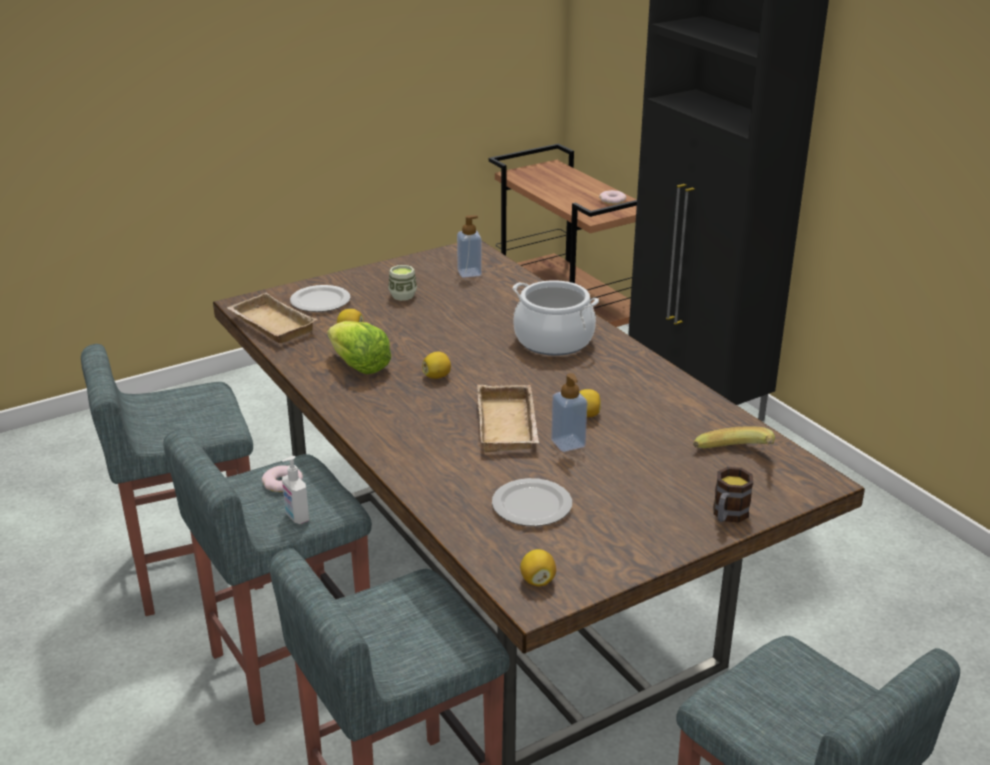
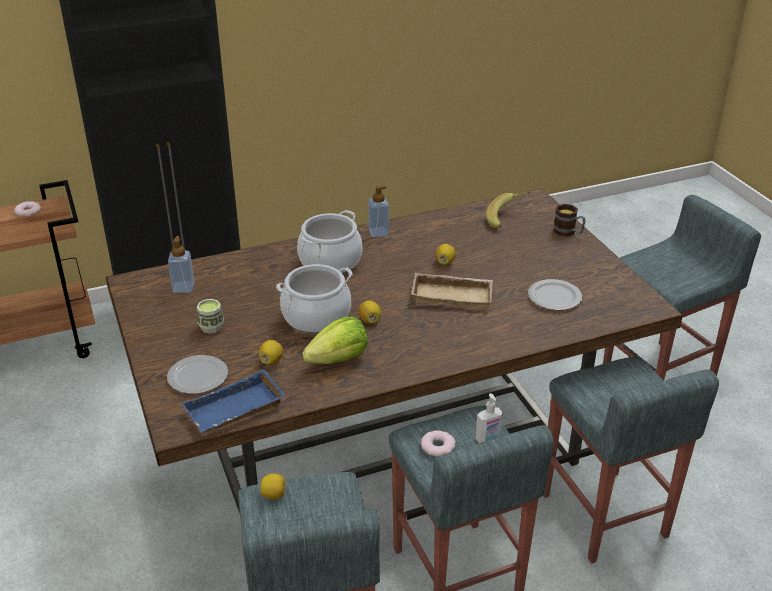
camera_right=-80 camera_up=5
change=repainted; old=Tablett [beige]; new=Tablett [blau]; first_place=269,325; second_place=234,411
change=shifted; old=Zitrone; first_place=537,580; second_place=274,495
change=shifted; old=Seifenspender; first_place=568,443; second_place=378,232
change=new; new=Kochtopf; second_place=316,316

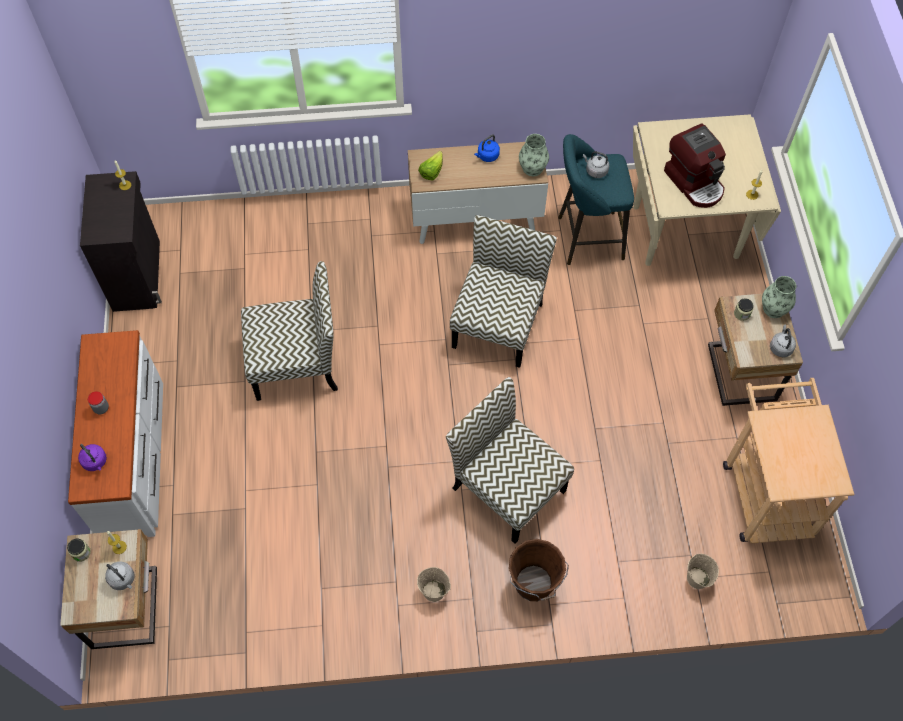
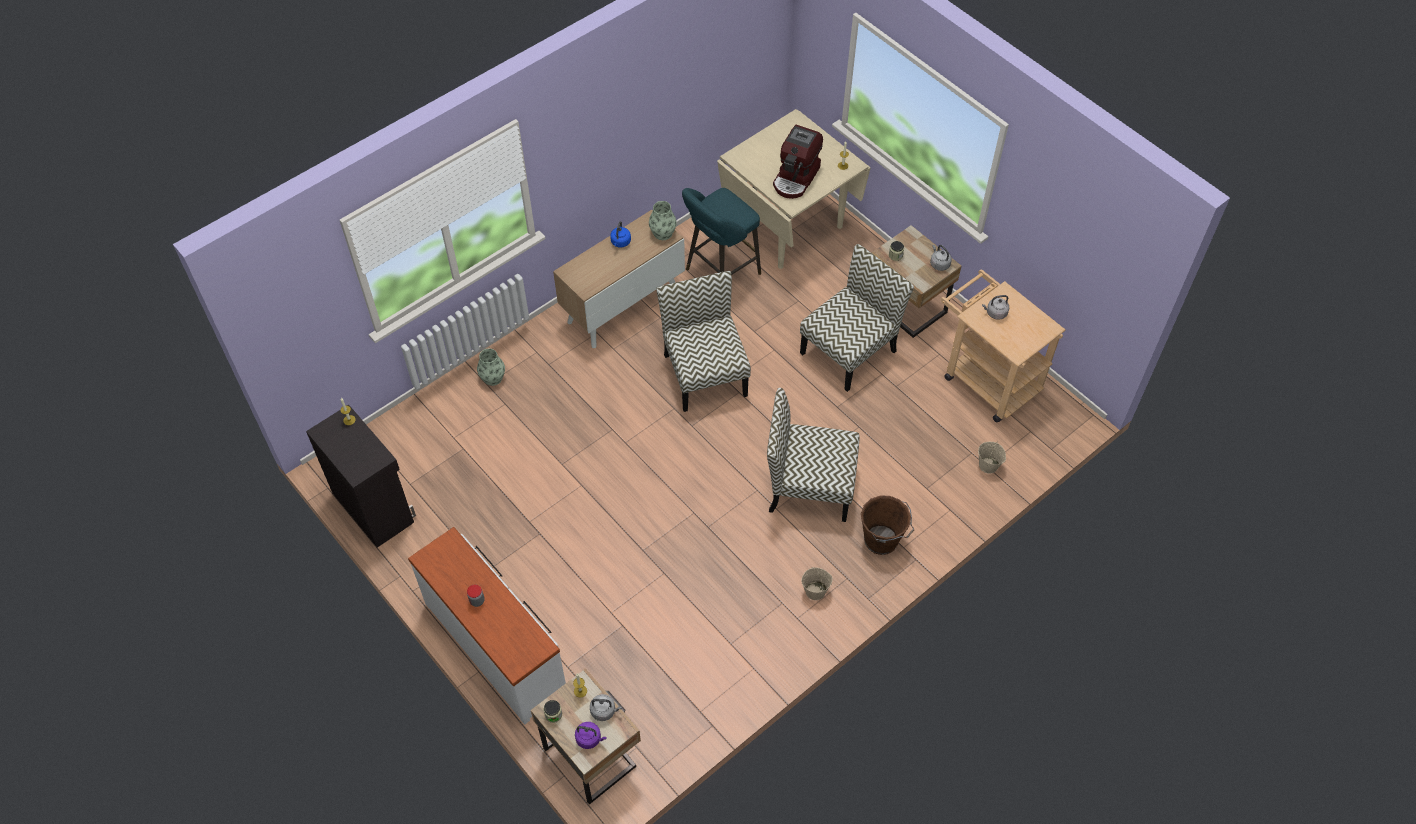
camera_right=-35 camera_up=-5
change=shifted; old=Wasserkessel [lila]; first_place=95,462; second_place=590,739
change=shifted; old=Stuhl; first_place=296,363; second_place=849,351
change=gone; old=Salatkopf; first_place=432,172
change=shifted; old=Wasserkessel [grau]; first_place=595,171; second_place=995,313
change=rotated; old=Kaffeemaschine; first_place=695,182; second_place=796,178; degrees=90
change=shifted; old=Vase; first_place=774,308; second_place=493,378

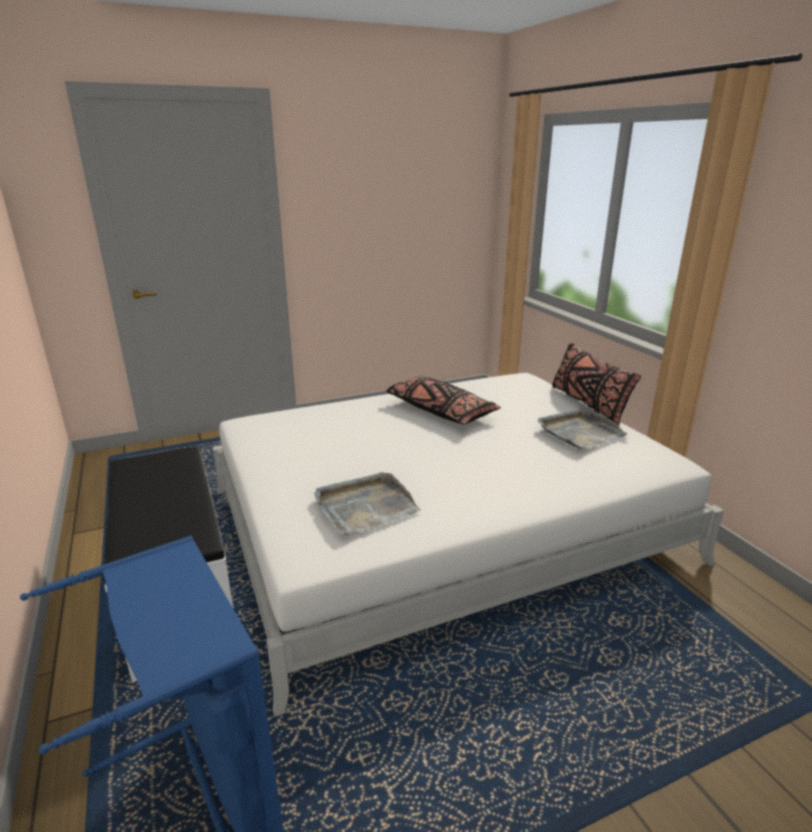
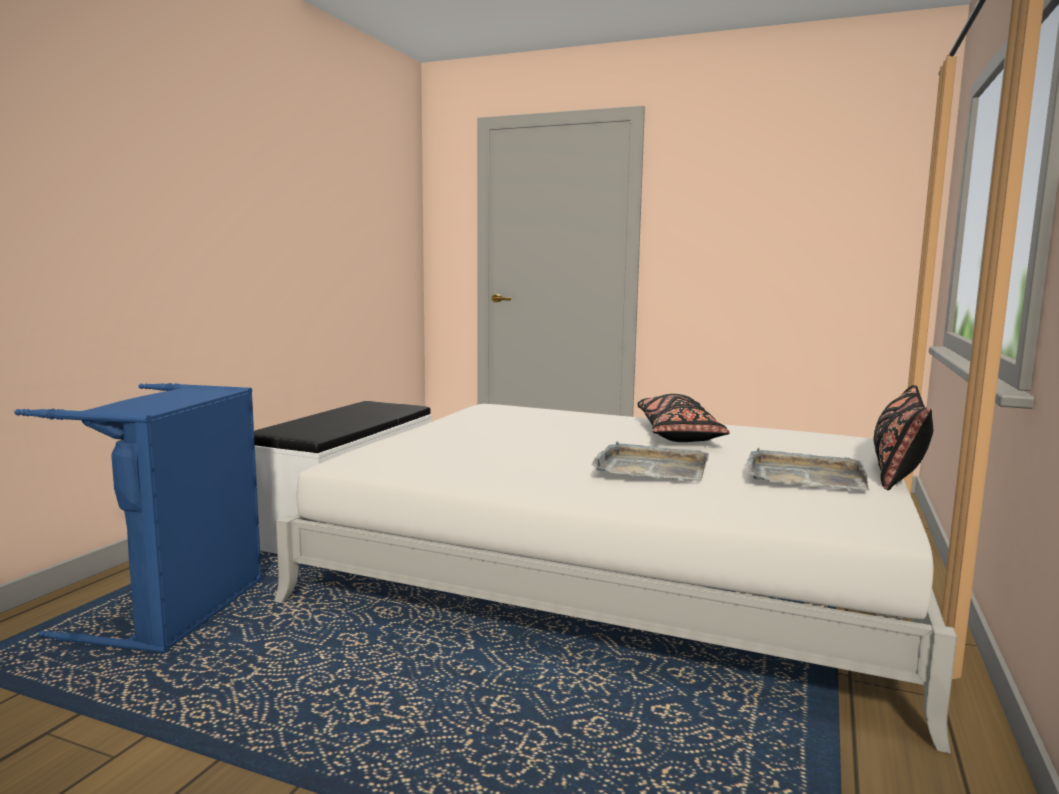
camera_right=45 camera_up=-15
change=shifted; old=Tablett [grau]; first_place=365,506; second_place=650,468

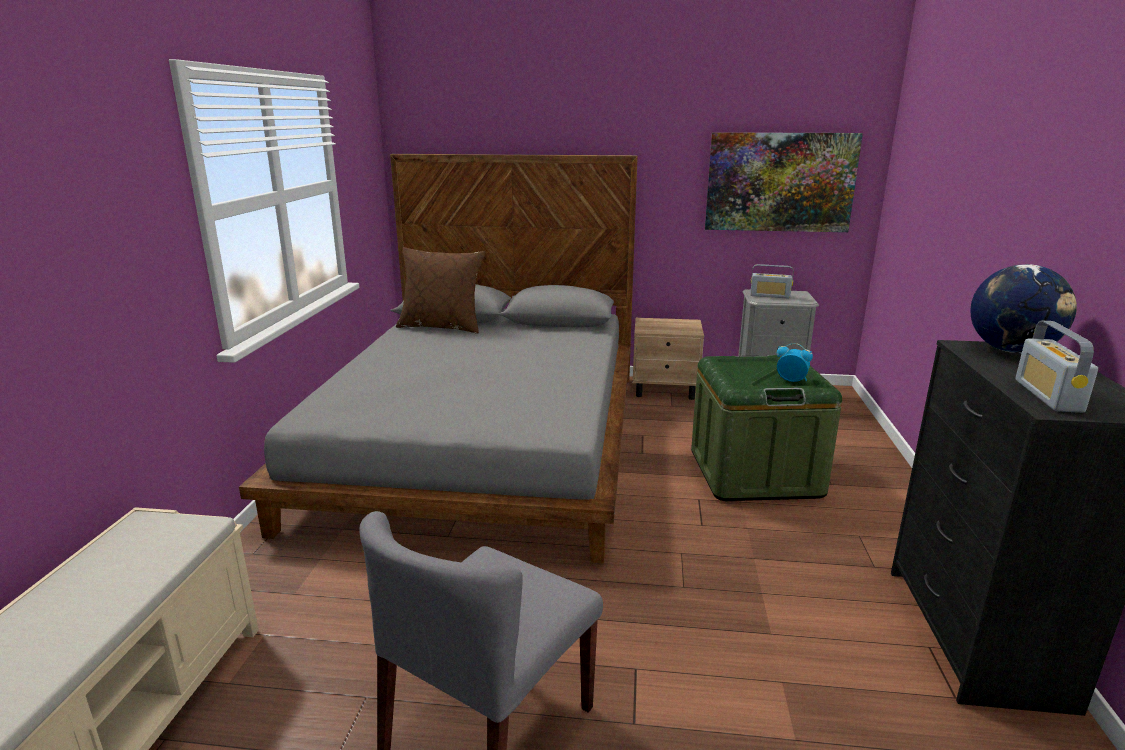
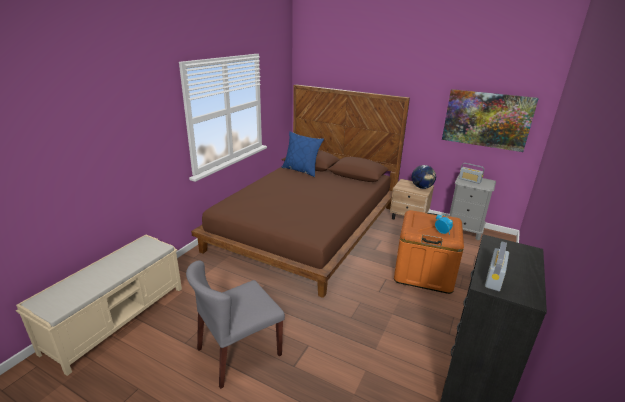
camera_right=20 camera_up=5
change=repainted; old=Bett [grau]; new=Bett [braun]; first_place=485,441; second_place=306,228
change=repainted; old=Kissen [braun]; new=Kissen [blau]; first_place=442,326; second_place=301,170
change=repainted; old=Aufbewahrungsbox [grün]; new=Aufbewahrungsbox [orange]; first_place=755,473; second_place=423,272
change=shifted; old=Globus; first_place=1011,350; second_place=422,187

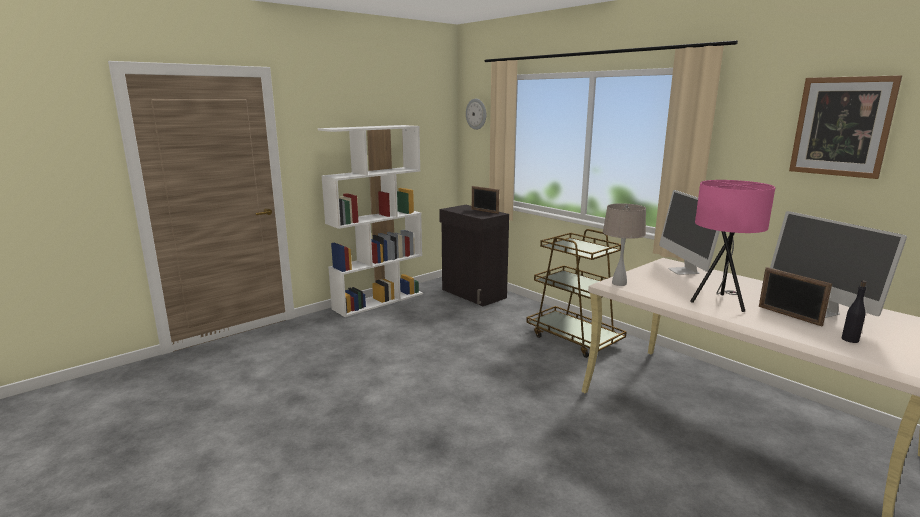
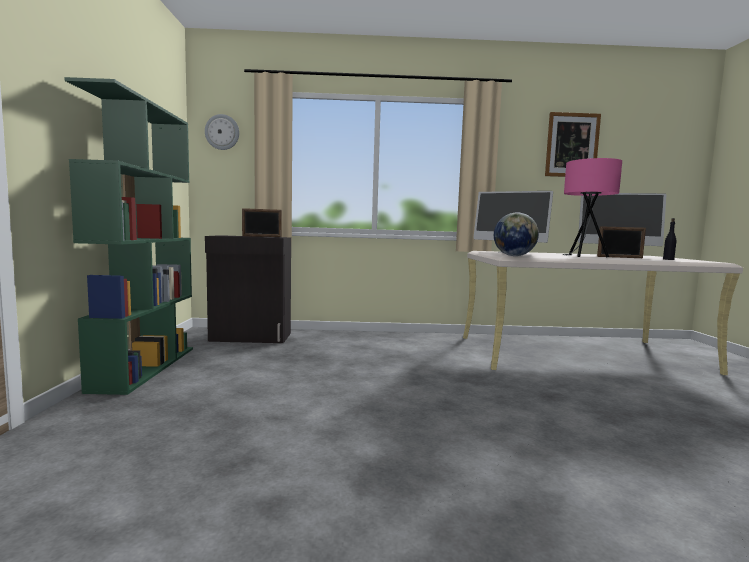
camera_right=-50 camera_up=-10
change=repainted; old=Bücherregal [weiß]; new=Bücherregal [grün]; first_place=379,301; second_place=145,367
change=gone; old=Rollwagen [braun]; first_place=574,338
change=swapped; old=Tischlampe [beige]; new=Globus; first_place=619,283; second_place=514,256

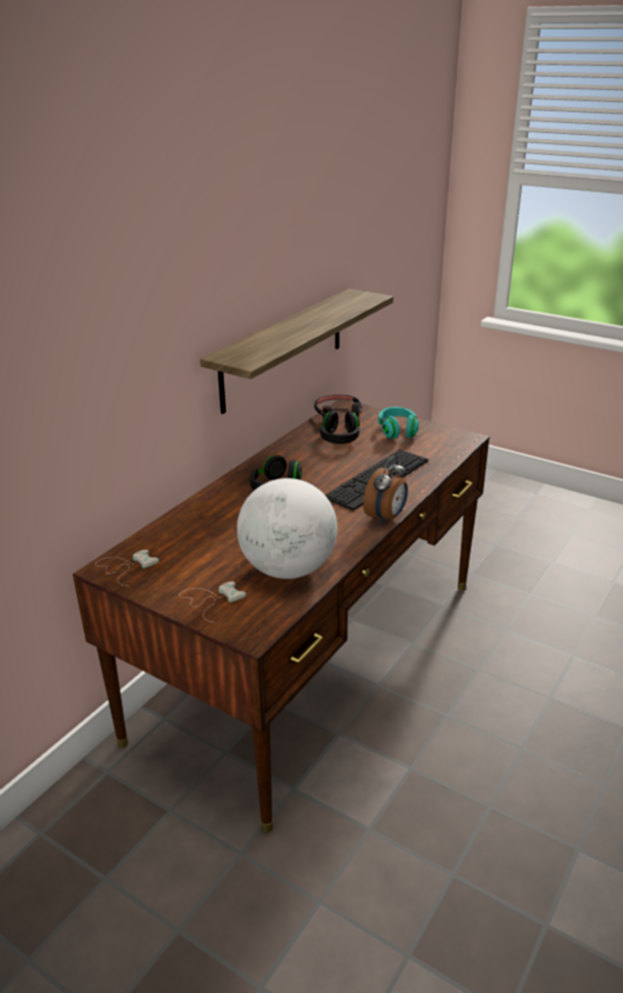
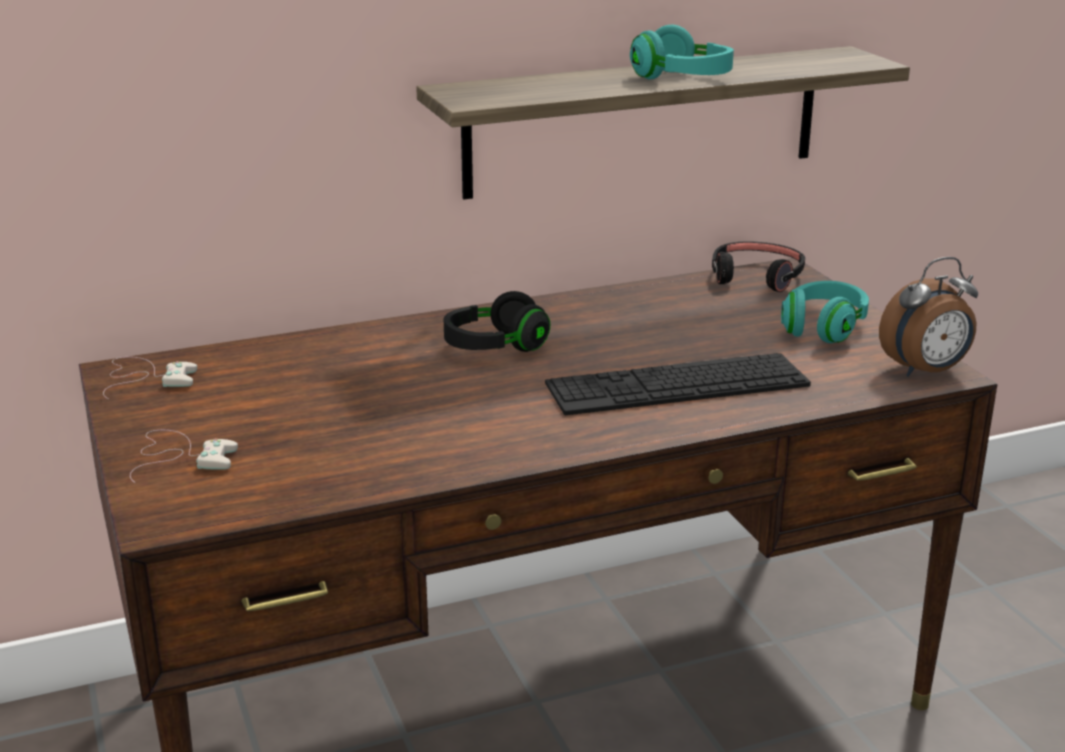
camera_right=35 camera_up=-5
change=gone; old=Globus; first_place=288,569
change=gone; old=Kopfhörer [schwarz]; first_place=340,439
change=shifted; old=Wecker; first_place=386,517; second_place=926,371
change=new; new=Kopfhörer [türkis]; second_place=682,79

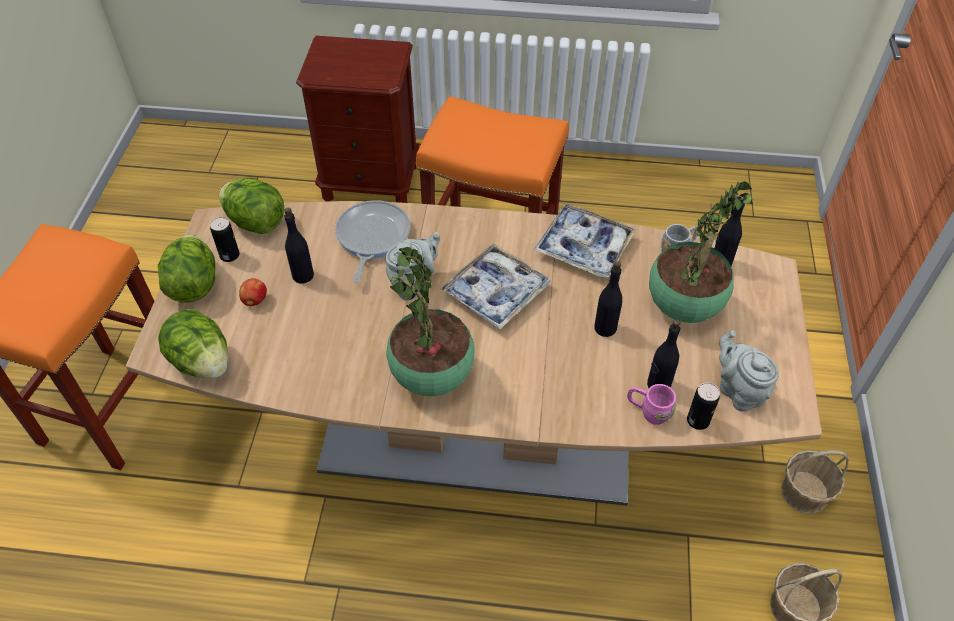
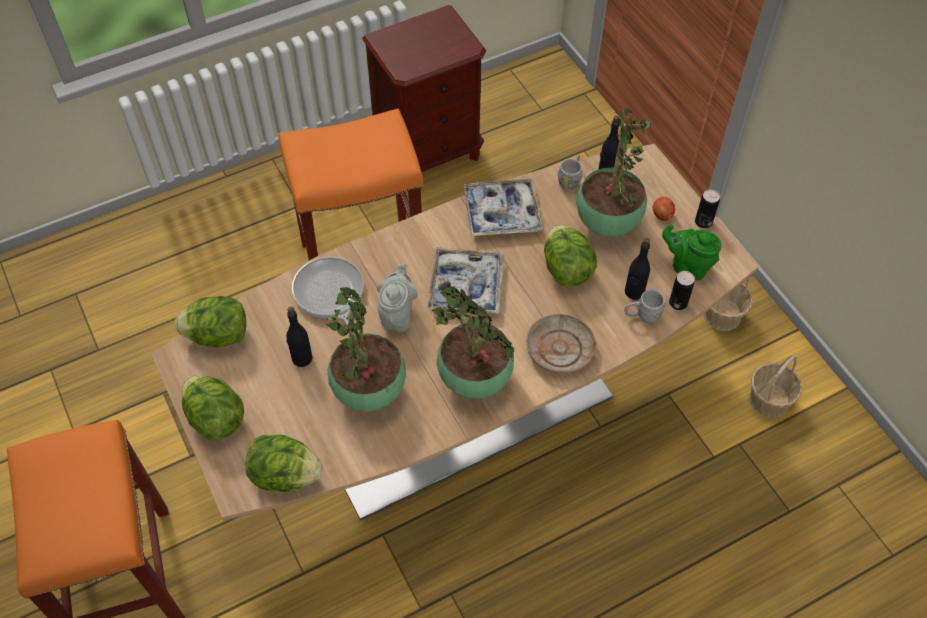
camera_right=-35 camera_up=5
change=shifted; old=Dose; first_place=229,255; second_place=703,222
change=shifted; old=Apfel; first_place=254,300; second_place=662,215
change=shifted; old=Nachttisch [braun]; first_place=370,182; second_place=429,152
change=swapped; old=Flasche [schwarz]; new=Salatkopf; first_place=605,328; second_place=566,269
change=repainted; old=Henkelbecher [rosa]; new=Henkelbecher [grau]; first_place=648,412; second_place=642,315
change=repainted; old=Teekanne [grau]; new=Teekanne [grün]; first_place=738,391; second_place=688,266
change=new; new=Topfpflanze; second_place=369,393
change=new; new=Teller [beige]; second_place=559,349

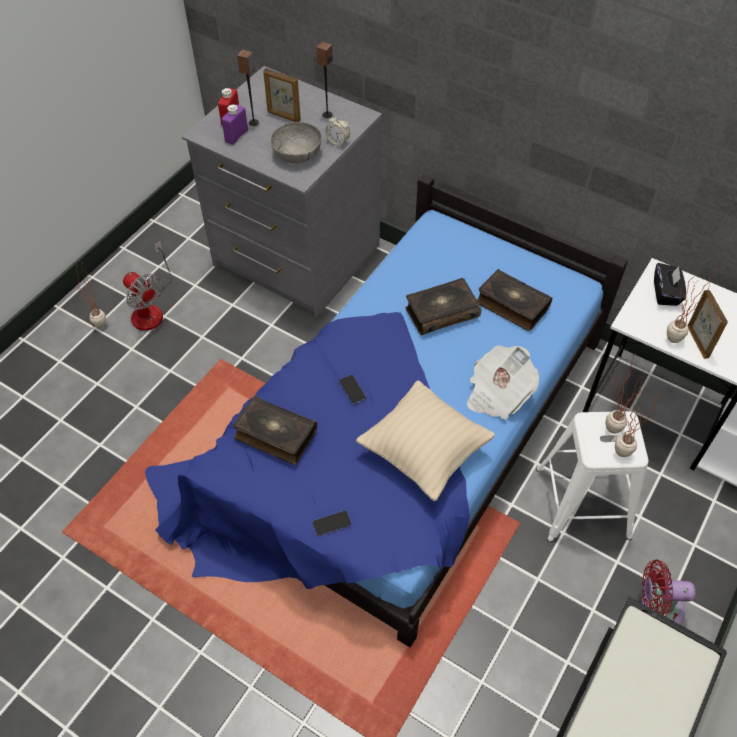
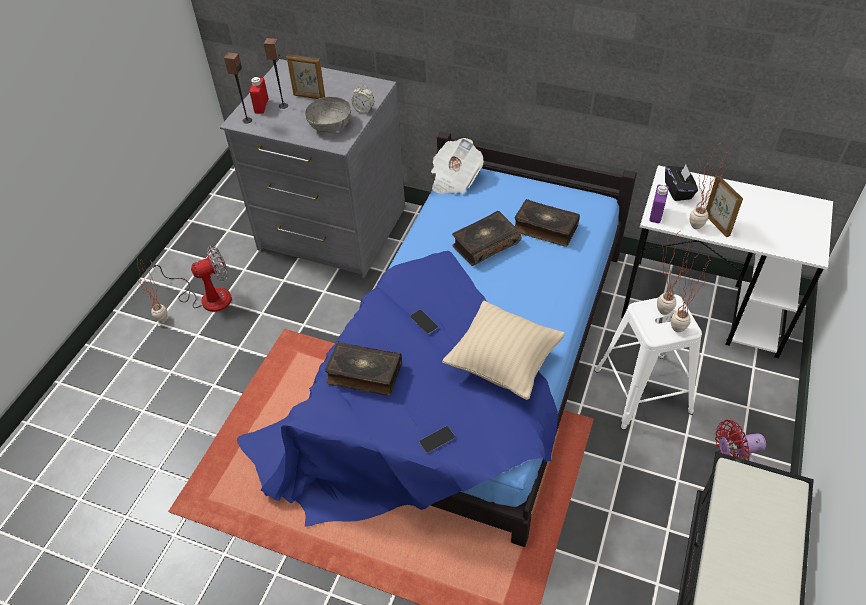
camera_right=-10 camera_up=-5
change=rotated; old=Ventilator; first_place=150,308; second_place=207,297; degrees=-60
change=shifted; old=Flasche [lila]; first_place=236,136; second_place=656,214
change=shifted; old=Lautsprecher; first_place=327,114; second_place=247,120
change=shifted; old=Zeitung; first_place=497,393; second_place=454,179

